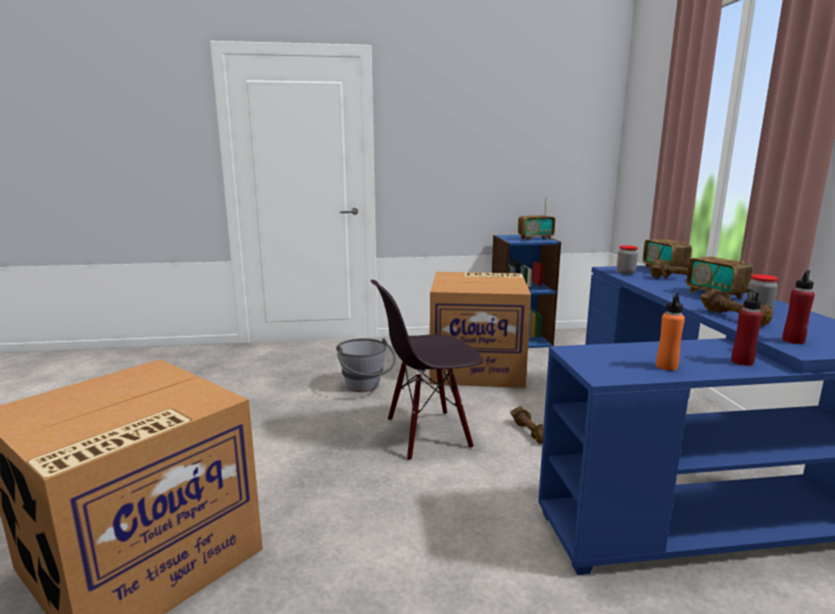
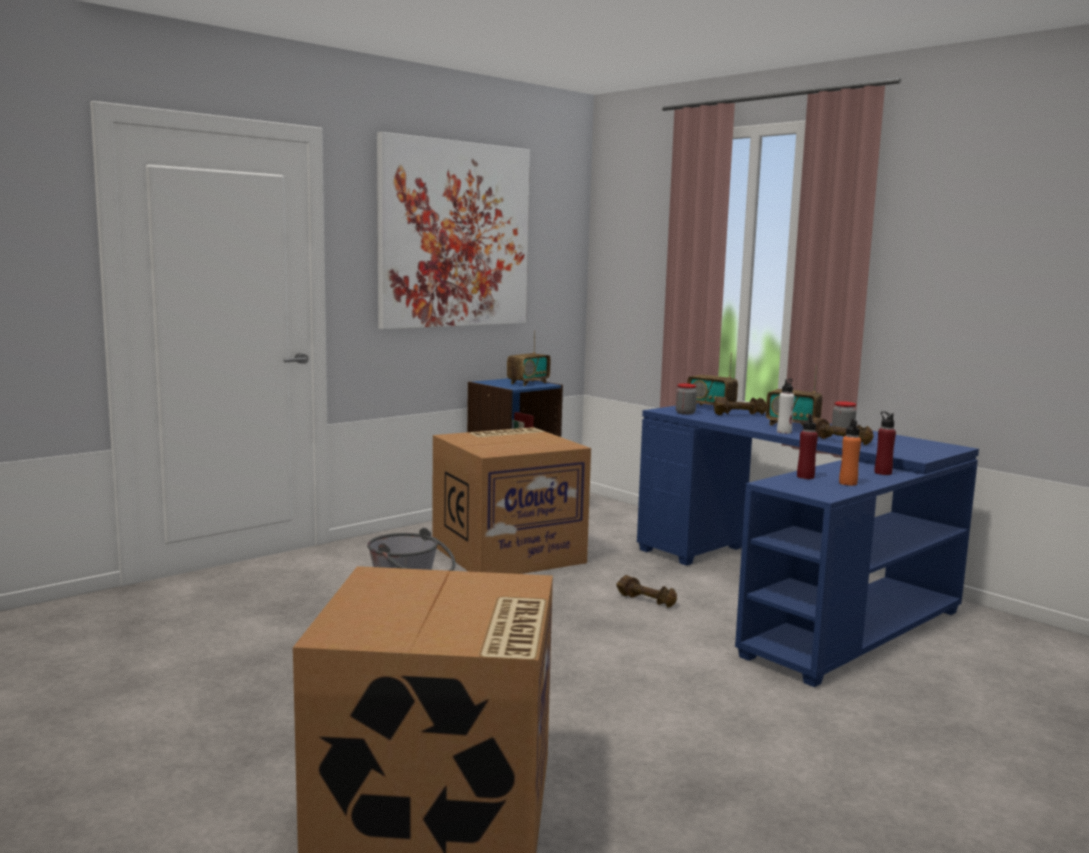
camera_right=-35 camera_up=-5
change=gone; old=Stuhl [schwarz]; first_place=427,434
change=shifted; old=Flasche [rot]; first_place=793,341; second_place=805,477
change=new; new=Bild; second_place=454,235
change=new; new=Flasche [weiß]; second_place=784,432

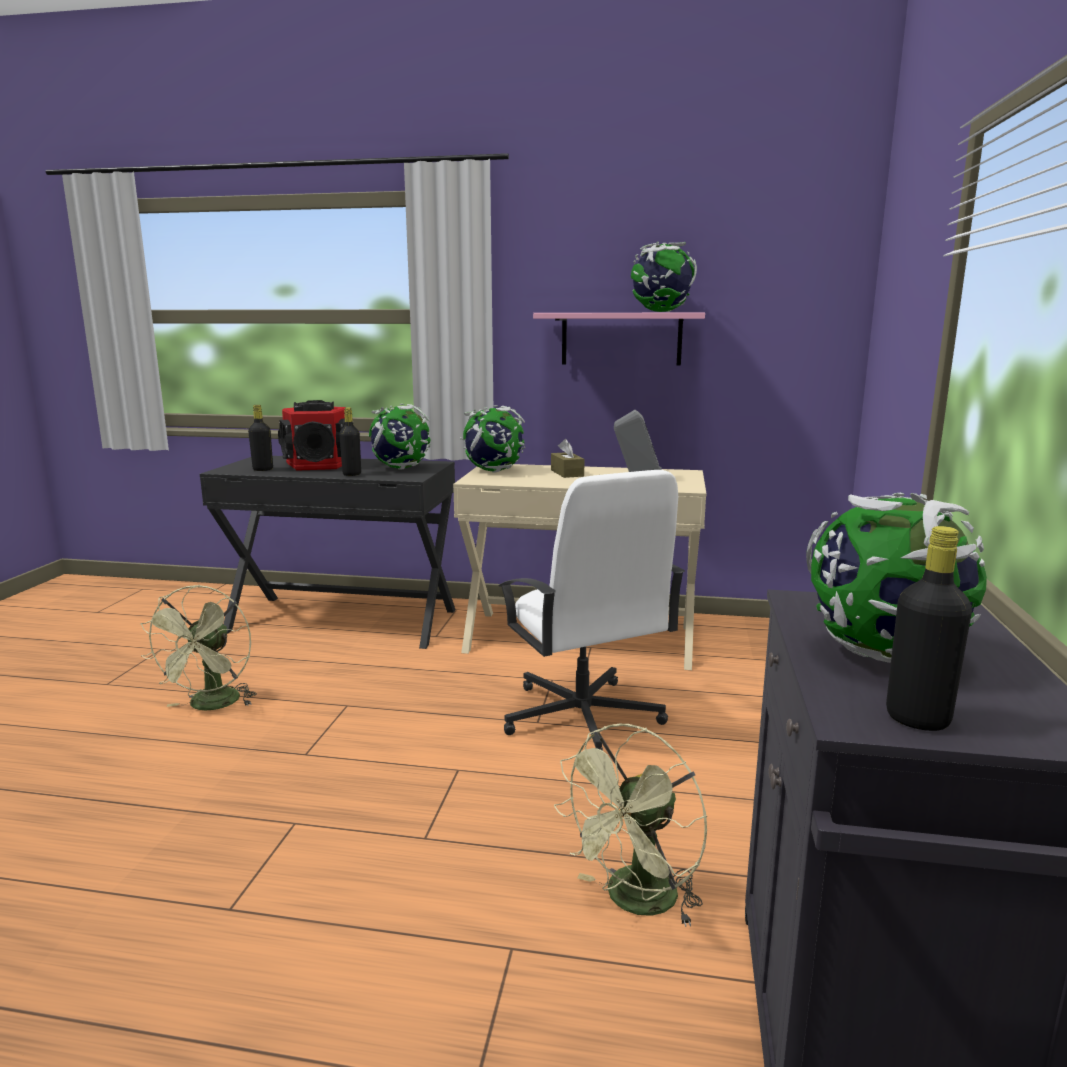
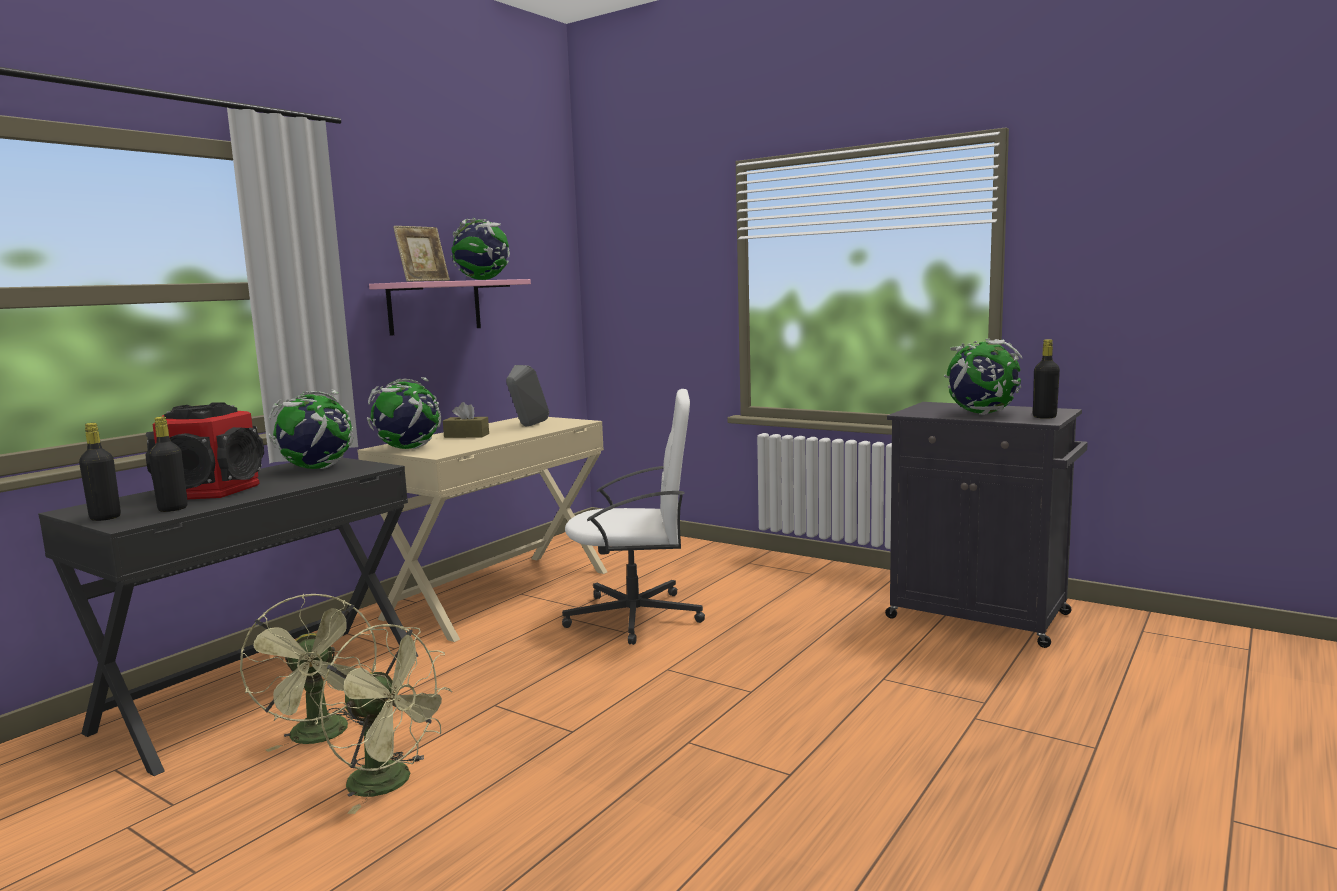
camera_right=-65 camera_up=-5
change=shifted; old=Flasche [schwarz]; first_place=352,474; second_place=105,518
change=shifted; old=Ventilator [grün]; first_place=635,902; second_place=322,737
change=new; new=Bilderrahmen; second_place=424,281

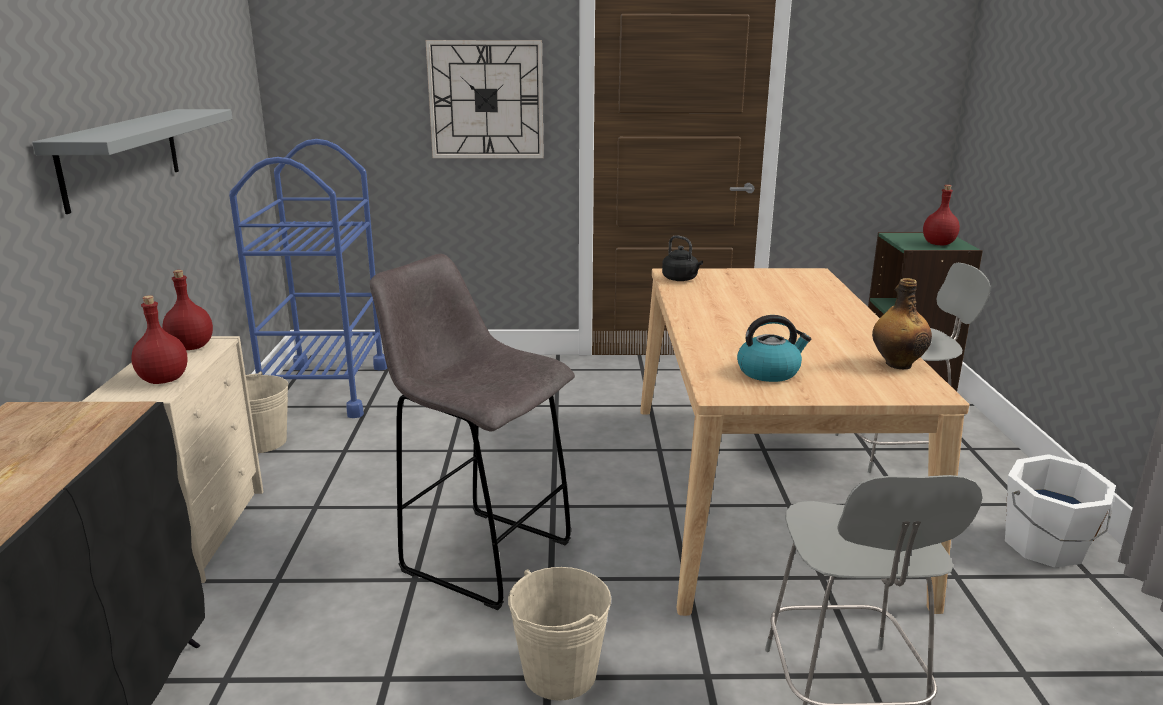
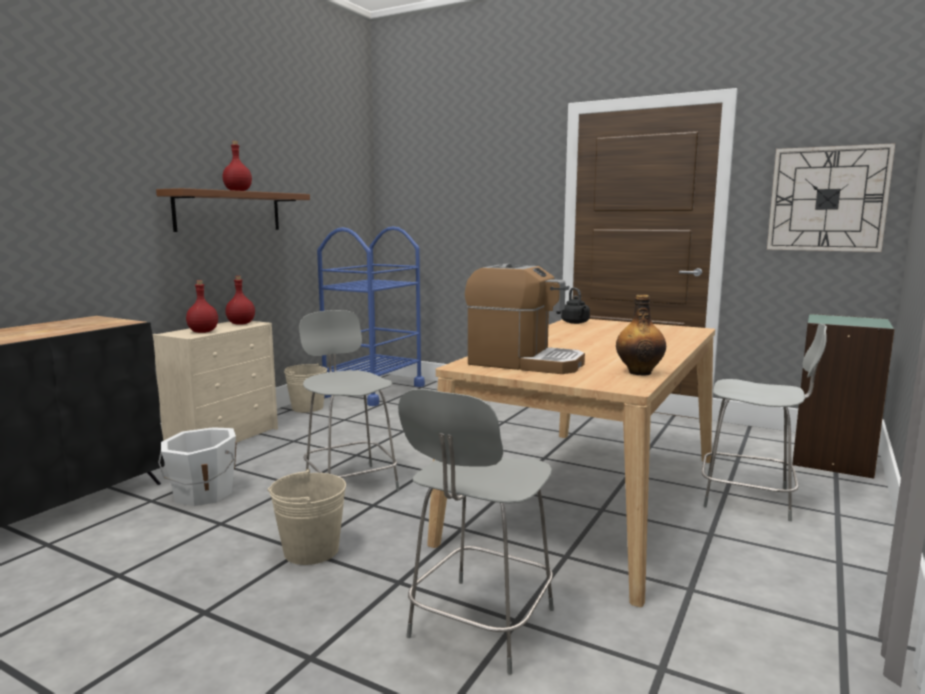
camera_right=30 camera_up=-10
change=repainted; old=Wandregal [grau]; new=Wandregal [braun]; first_place=121,156; second_place=228,211
change=swapped; old=Hocker [grau]; new=Stuhl [grau]; first_place=482,555; second_place=350,483
change=shifted; old=Wanduhr; first_place=486,100; second_place=827,199
change=swapped; old=Wasserkessel; new=Kaffeemaschine; first_place=769,372; second_place=524,363
change=shifted; old=Flasche [rot]; first_place=938,244; second_place=238,191
change=shifted; old=Eimer [weiß]; first_place=1046,547; second_place=202,494

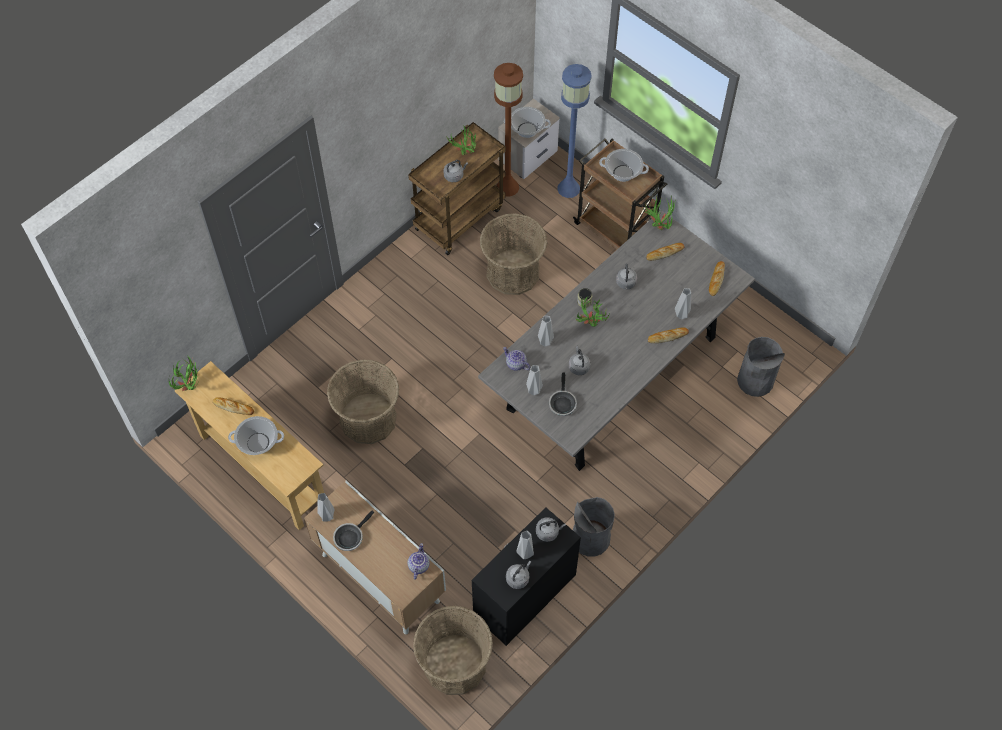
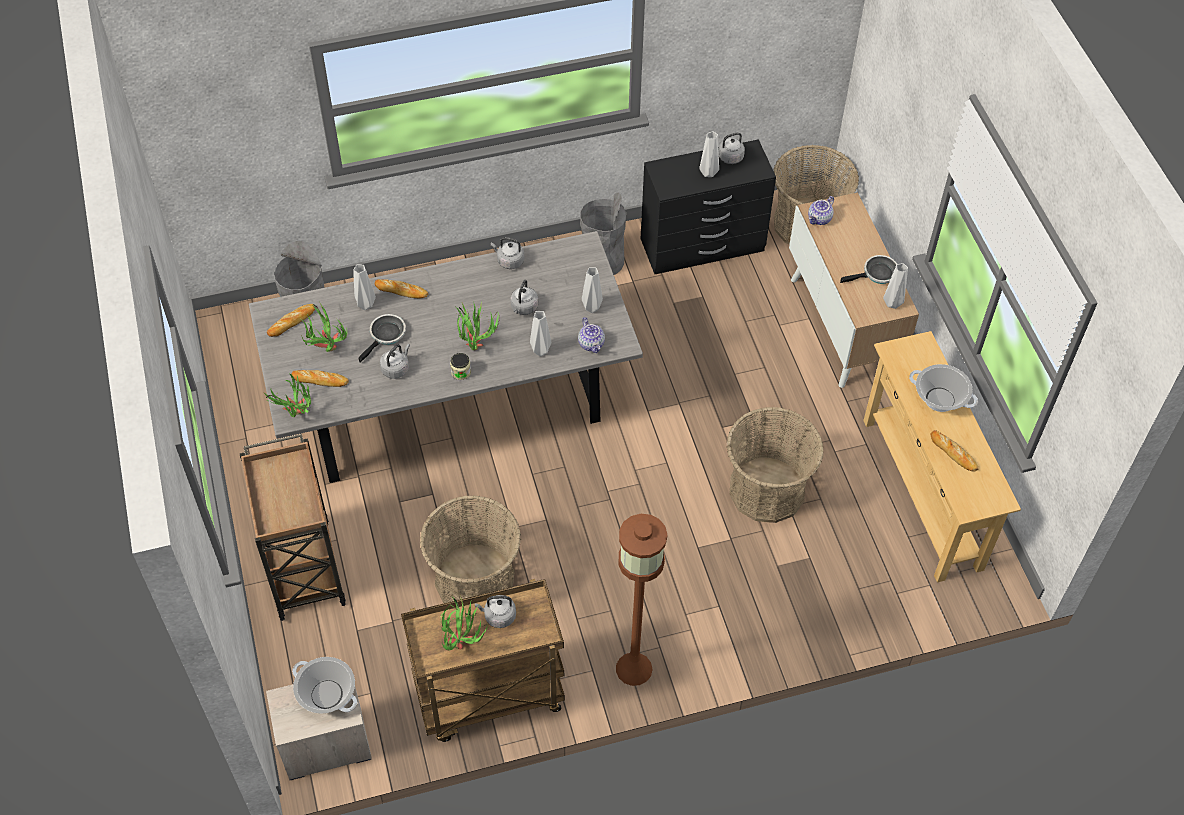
camera_right=-150 camera_up=-5
change=shifted; old=Topfpflanze; first_place=191,386; second_place=325,349
change=shifted; old=Stehlampe [braun]; first_place=507,187; second_place=634,669
change=shifted; old=Wasserkessel [grau]; first_place=548,532; second_place=509,261
change=shifted; old=Pfanne; first_place=562,403; second_place=386,336
change=gone; old=Stehlampe [blau]; first_place=569,188
change=gone; old=Kochtopf; first_place=623,173

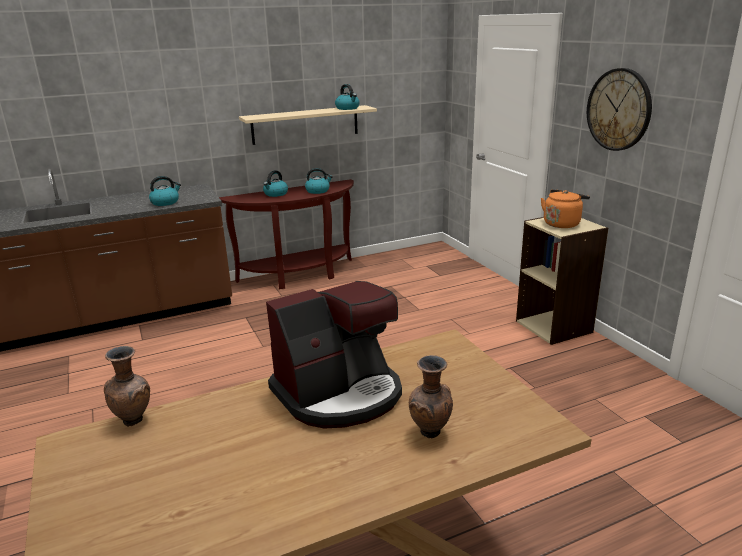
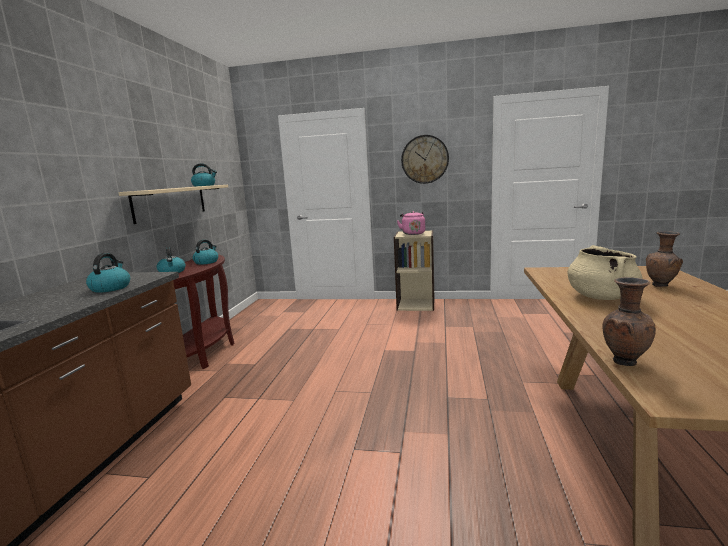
camera_right=-55 camera_up=-10
change=swapped; old=Kaffeemaschine; new=Kochtopf [beige]; first_place=339,394; second_place=601,297
change=repainted; old=Wasserkessel [orange]; new=Wasserkessel [rosa]; first_place=562,223; second_place=412,233

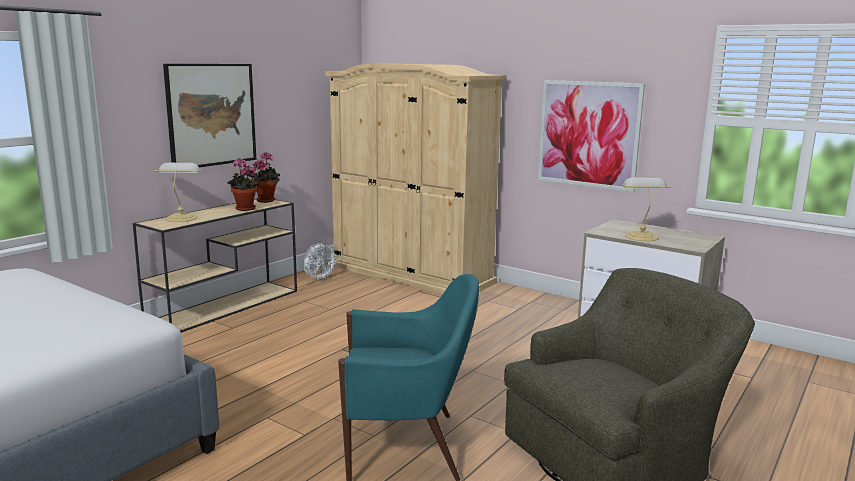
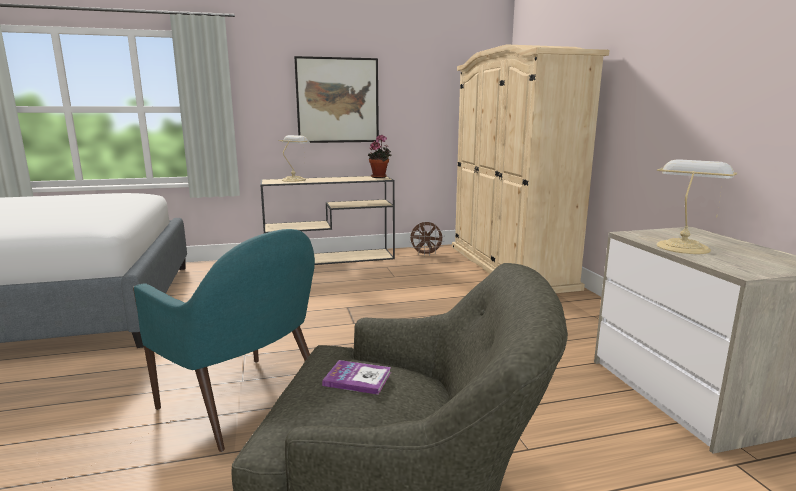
camera_right=40 camera_up=0
change=gone; old=Topfpflanze; first_place=244,209
change=repainted; old=Ventilator [weiß]; new=Ventilator [braun]; first_place=319,279; second_place=426,254
change=gone; old=Bild; first_place=588,134
change=new; new=Buch; second_place=357,379

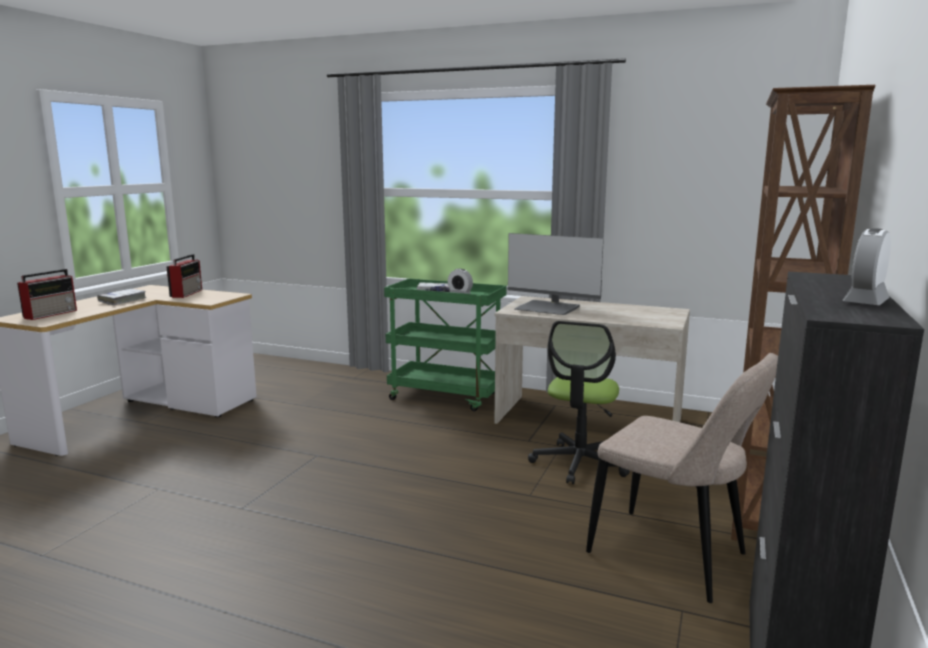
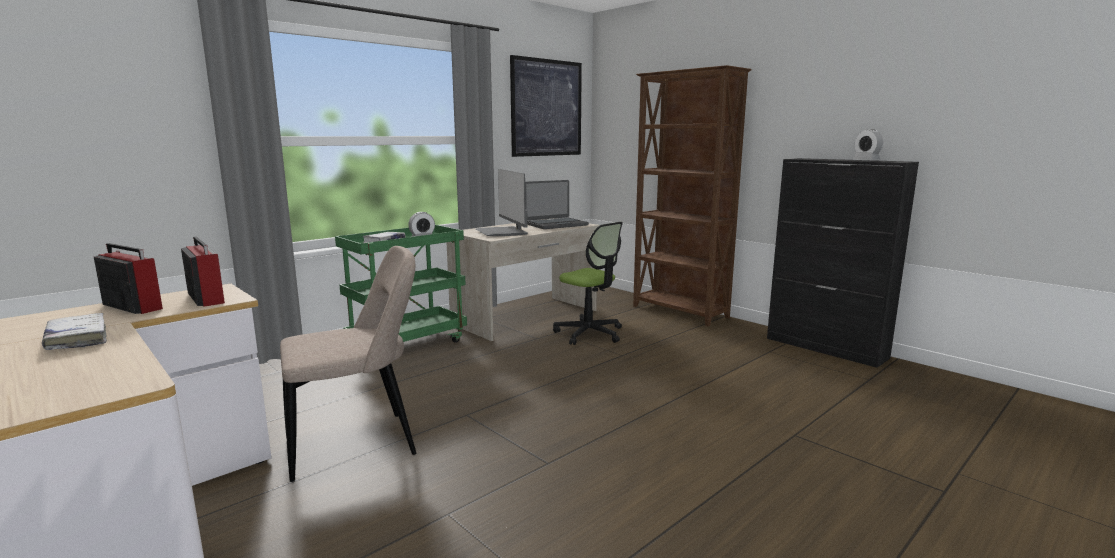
camera_right=-65 camera_up=0
change=shifted; old=Radio; first_place=51,314; second_place=206,297
change=rotated; old=Monitor; first_place=548,309; second_place=502,232; degrees=105
change=shifted; old=Stuhl [beige]; first_place=673,557; second_place=357,444
change=new; new=Bild; second_place=546,108
change=new; new=Laptop; second_place=556,224

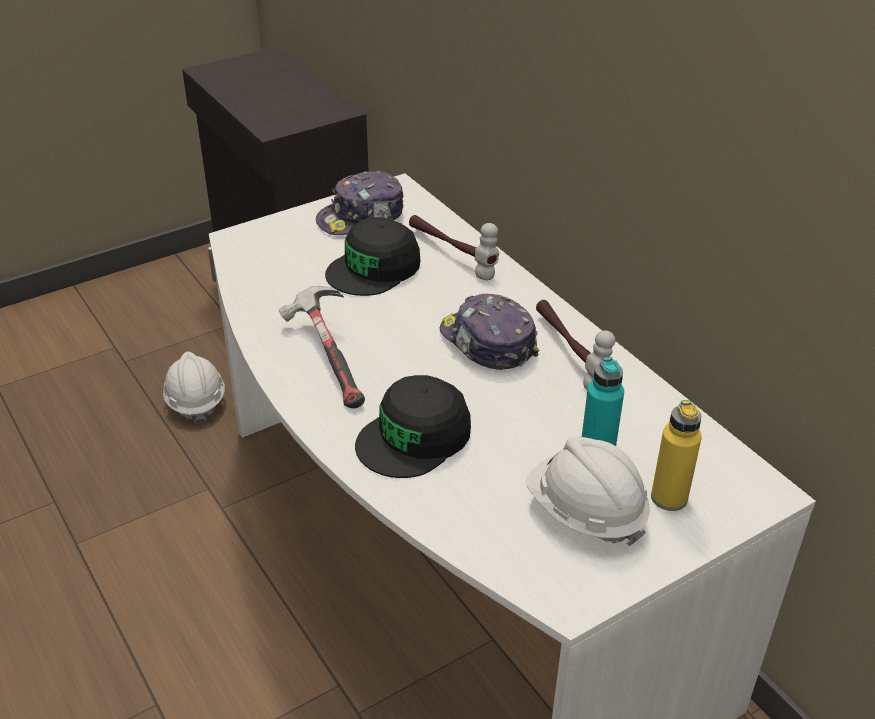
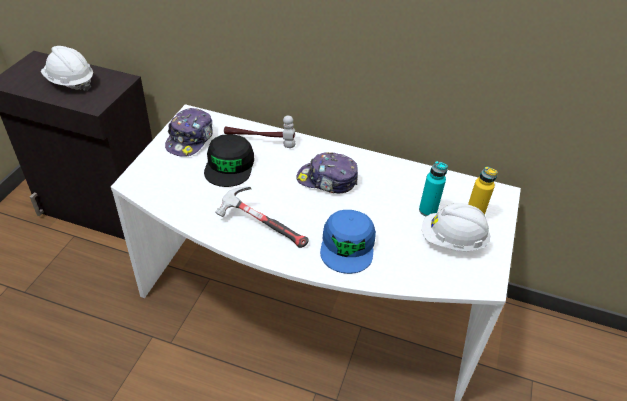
camera_right=-40 camera_up=5
change=shifted; old=Schutzhelm [weiß]; first_place=195,401; second_place=70,82
change=repainted; old=Kappe [schwarz]; new=Kappe [blau]; first_place=415,437; second_place=348,245
change=gone; old=Hammer; first_place=570,353

